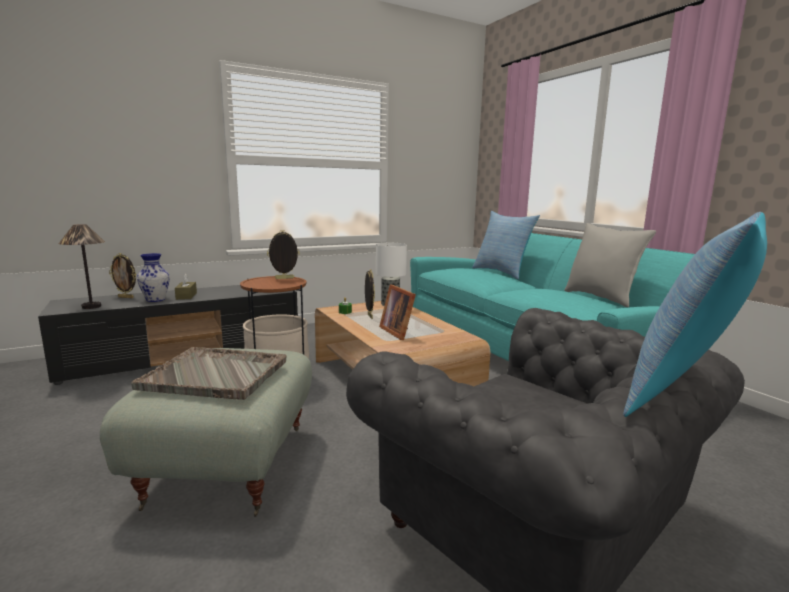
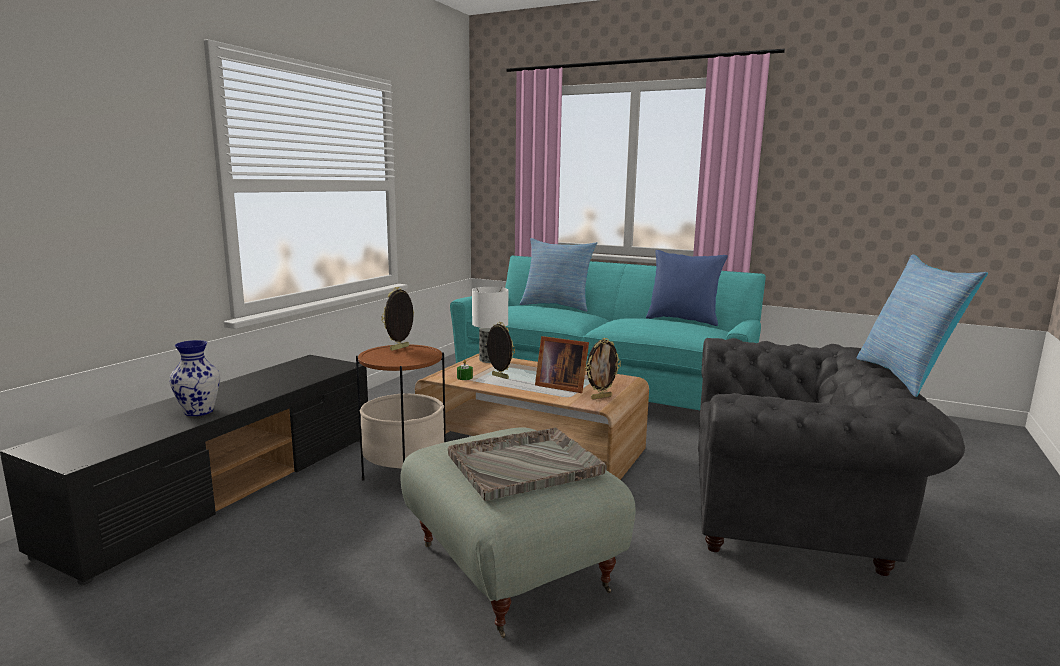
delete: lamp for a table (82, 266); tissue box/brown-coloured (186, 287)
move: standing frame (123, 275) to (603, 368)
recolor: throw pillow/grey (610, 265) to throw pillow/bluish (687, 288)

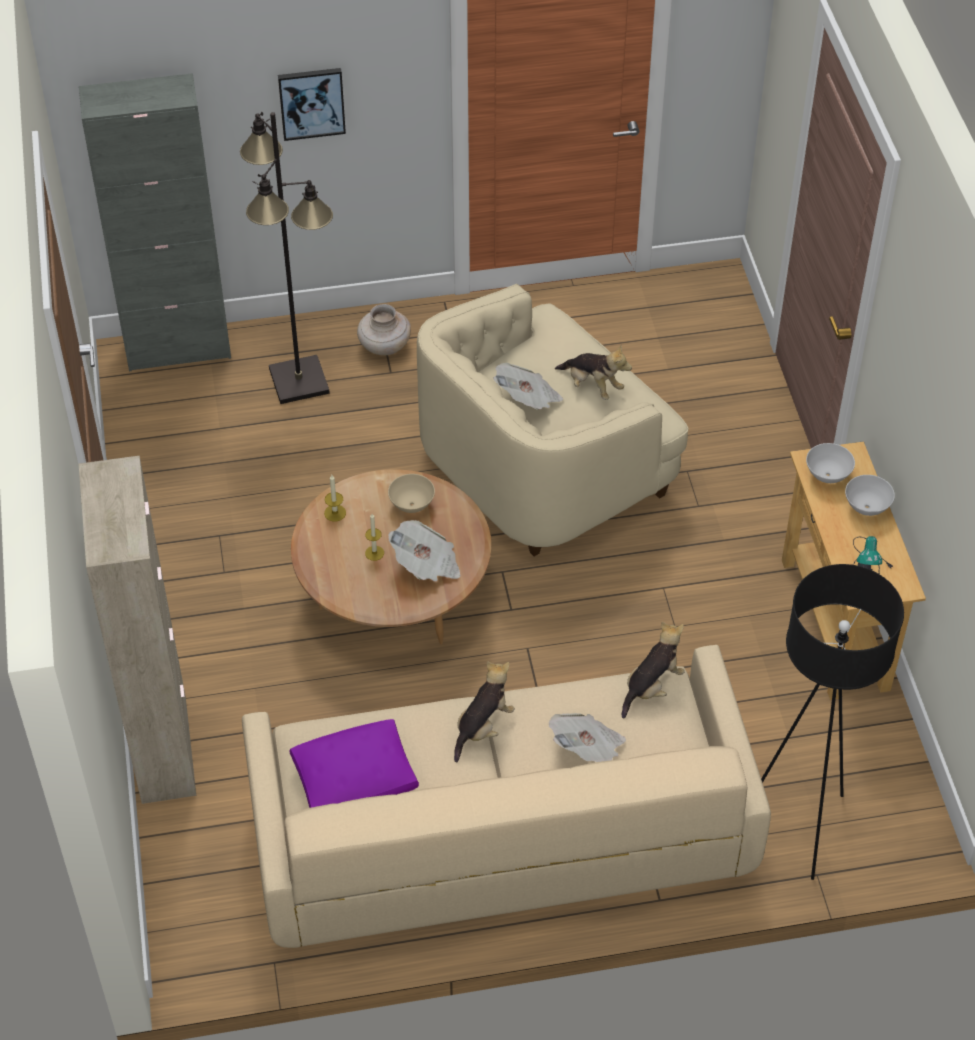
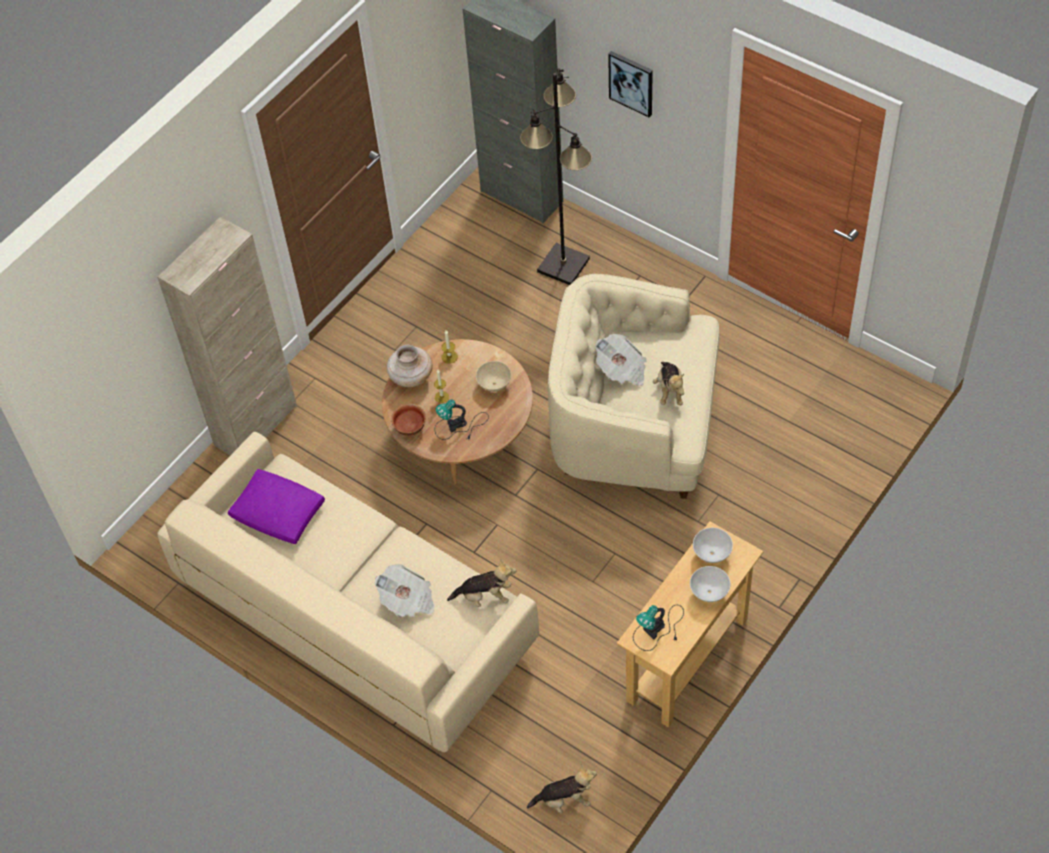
delete: standard lamp/blackish (832, 722)
insert: serving bowl (408, 420)
move: vase/sand-coloured (384, 329) to (410, 366); plush toy (484, 711) to (562, 788)
replace: newspaper (424, 551) to lamp for a table (462, 419)

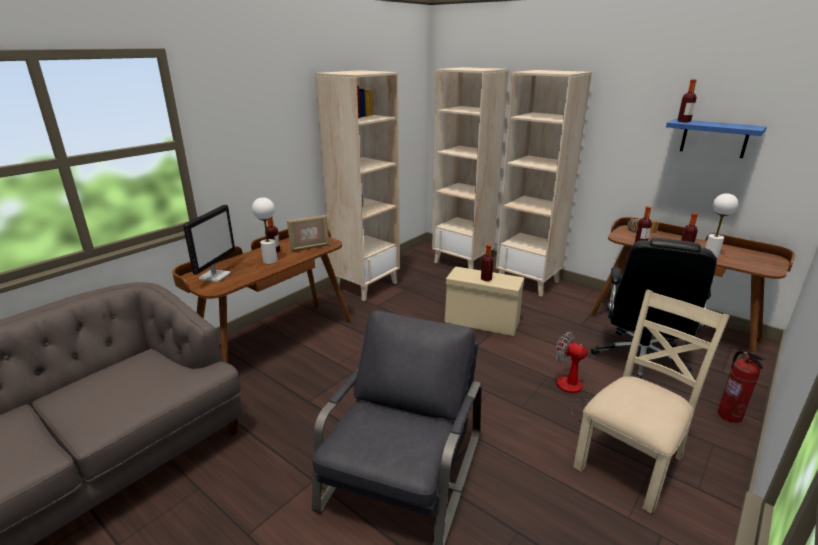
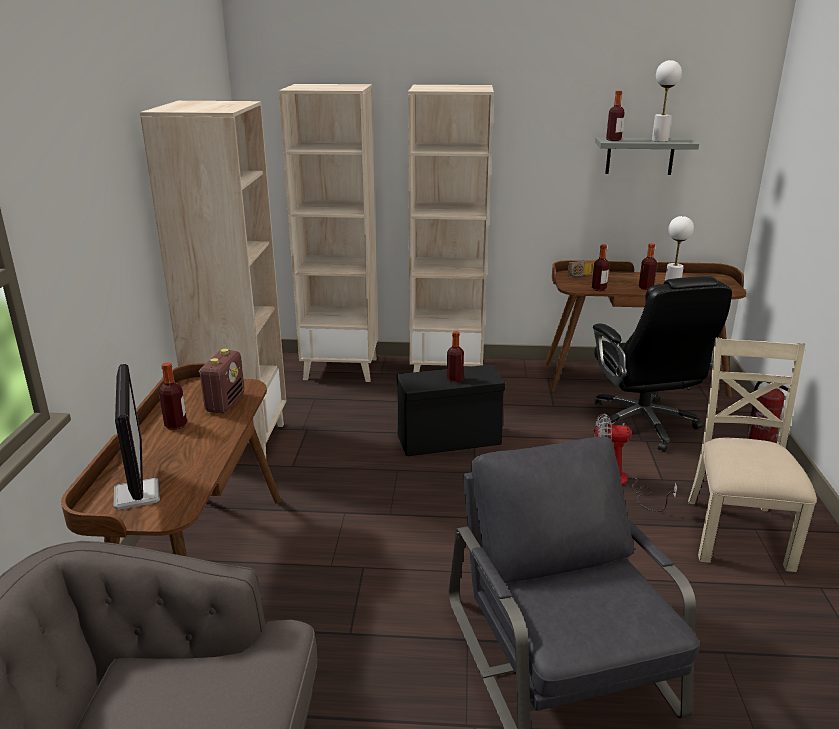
move: lamp for a table/white-coloured (264, 230) to (667, 101)
replace: standing frame (308, 233) to radio receiver (222, 381)
recolor: bracket shelf/bluish (716, 138) to bracket shelf/grey (647, 156); storage box/sand-coloured (484, 301) to storage box/blackish (451, 410)

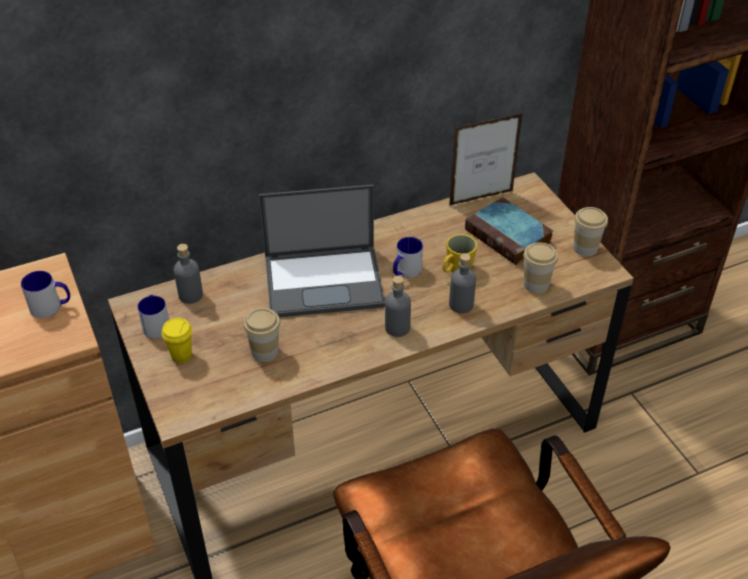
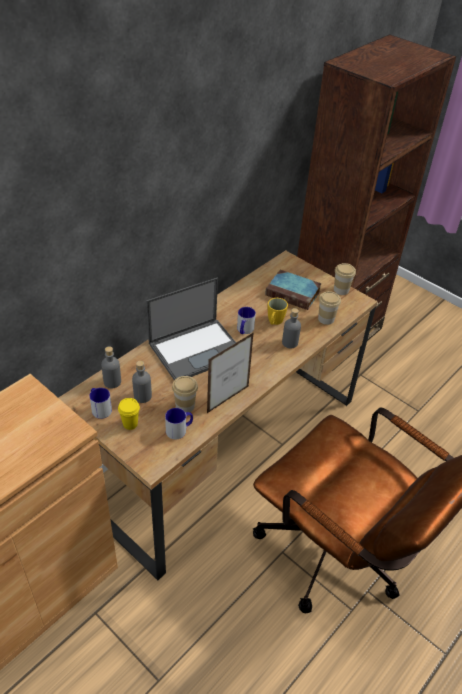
move: standing frame (486, 159) to (230, 372); tea mug (45, 294) to (179, 424); beverage bottle/grey (398, 306) to (142, 382)

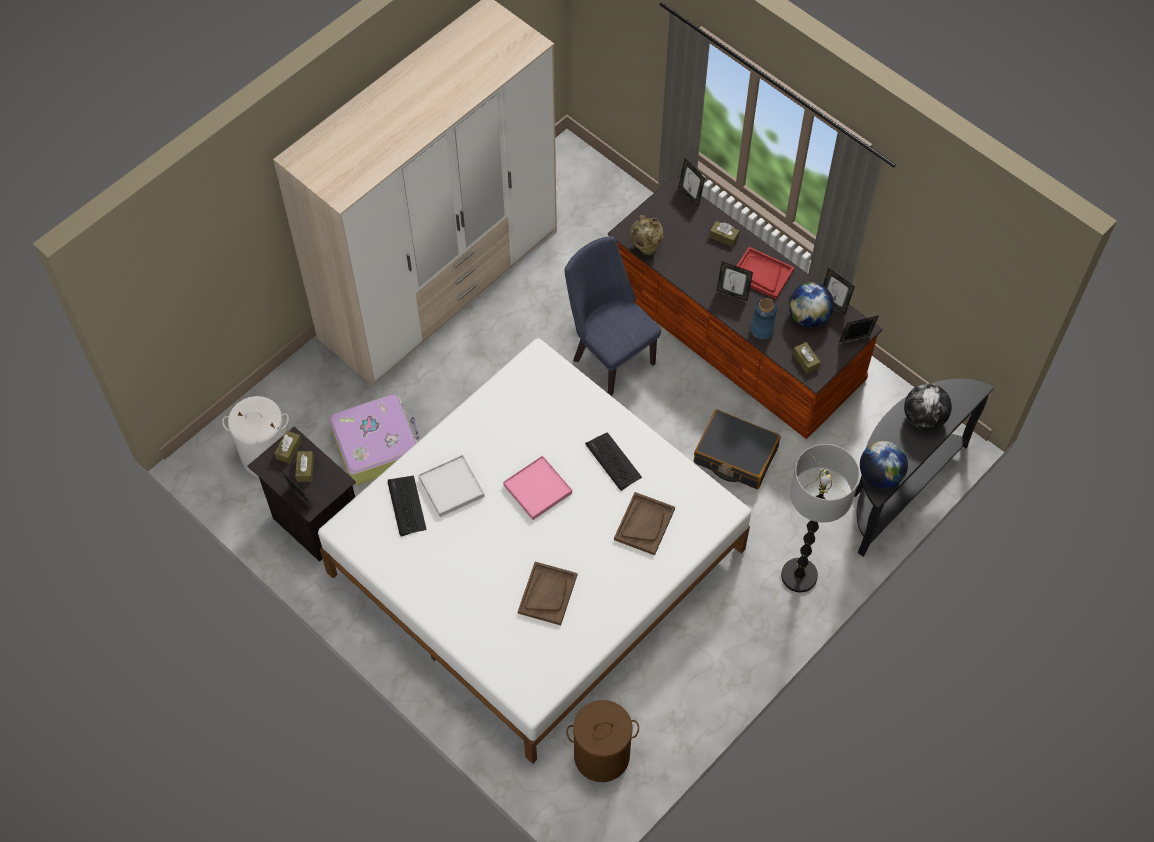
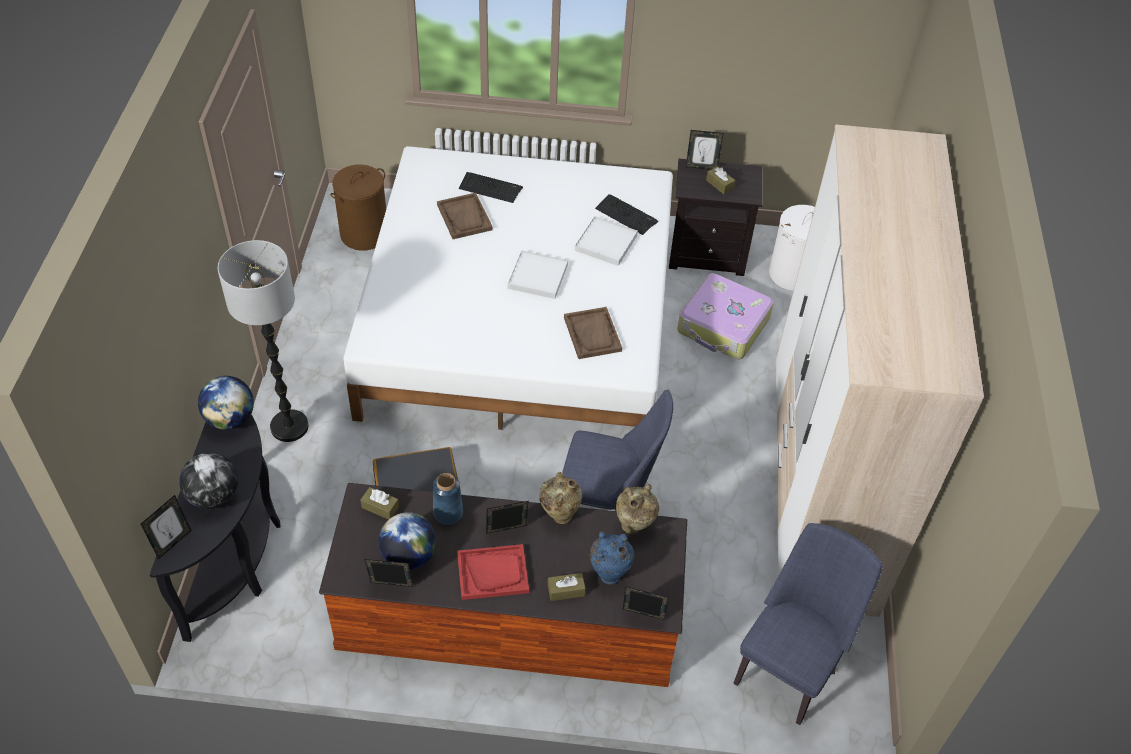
delete: tissue box/brown-coloured (288, 447)
insert: vase/sand-coloured (560, 498); plain chair/bluish (808, 624); vase/bluish (612, 558)
move: standing frame (859, 329) to (166, 527); PC keyboard (613, 461) to (491, 187); carrying tray/brown-coloured (644, 523) to (593, 333)
recolor: carrying tray/pink-coloured (537, 487) to carrying tray/white-coloured (538, 274)

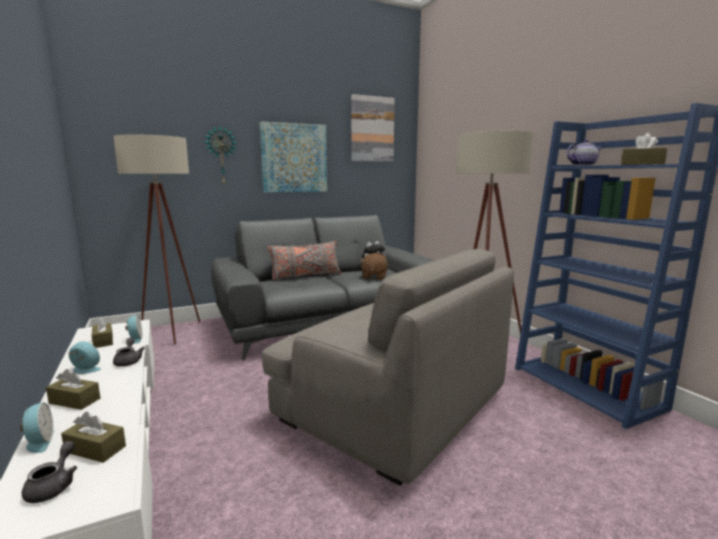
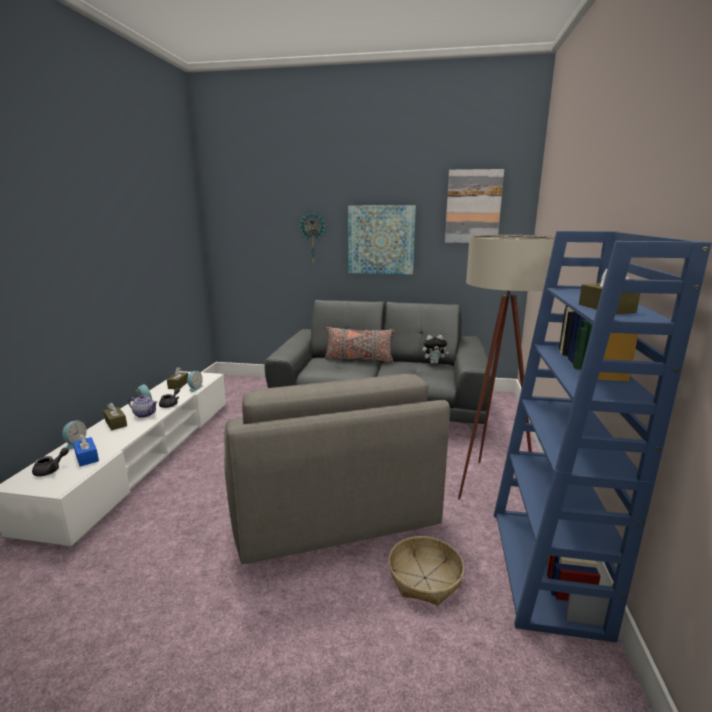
delete: standard lamp/sand-coloured (156, 239); plush toy/brown-coloured (374, 266)
insert: storage basket (426, 571)
move: tea pot (584, 153) to (143, 406)
recolor: tissue box/brown-coloured (93, 437) to tissue box/bluish (86, 450)

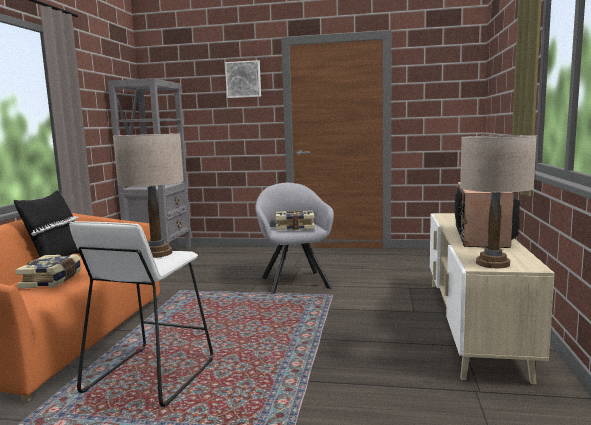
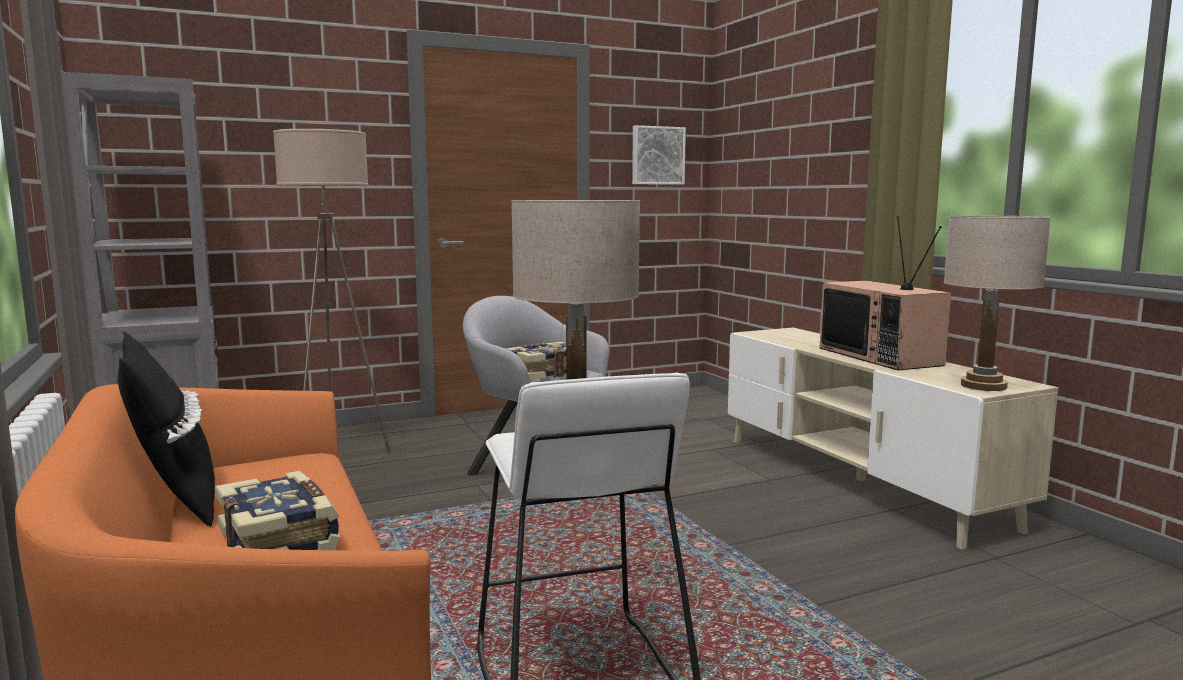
insert: standard lamp/sand-coloured (331, 291)
move: picture (243, 79) to (659, 155)

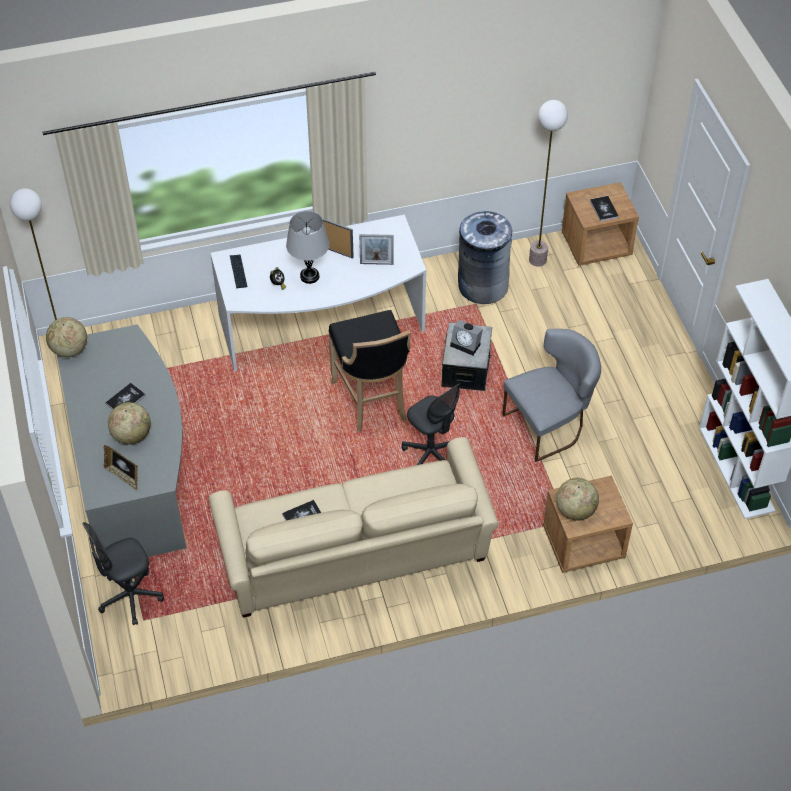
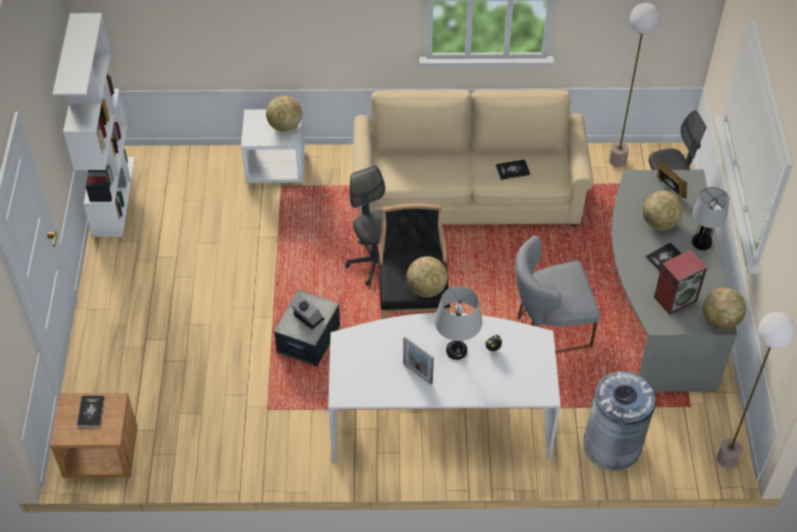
delete: standing frame (376, 249); PC keyboard (238, 271)
insert: lamp for a table (711, 218); audio speaker (680, 282); desk globe (427, 276)
move: standard lamp (548, 183) to (634, 85); rubbish bin/grey (485, 257) to (620, 421); plain chair/grey (551, 395) to (557, 294)
recolor: night table/brown-coloured (588, 524) to night table/white-coloured (273, 146)

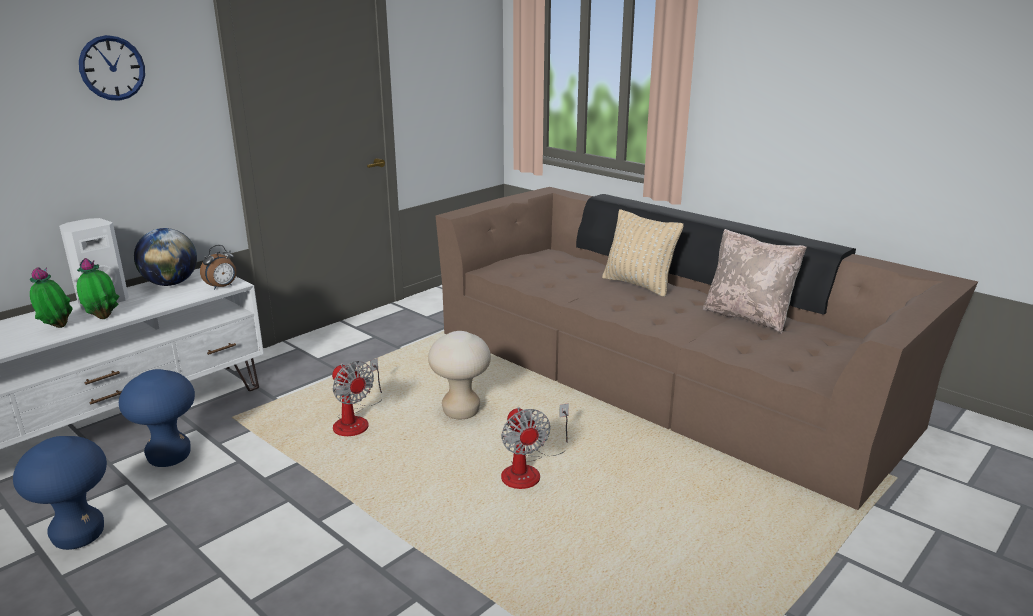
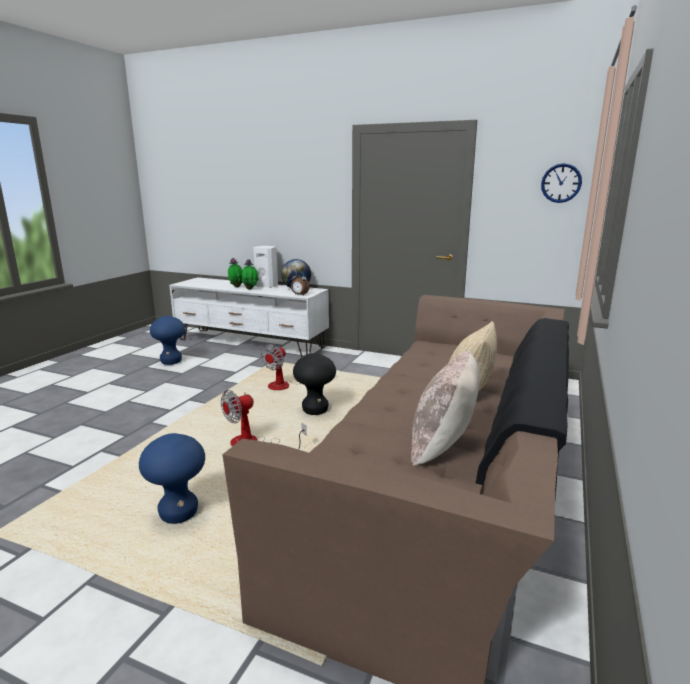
move: wall clock (112, 68) to (561, 183); sitting stool/bluish (157, 418) to (172, 478)
recolor: sitting stool/sand-coloured (459, 375) to sitting stool/blackish (314, 384)

